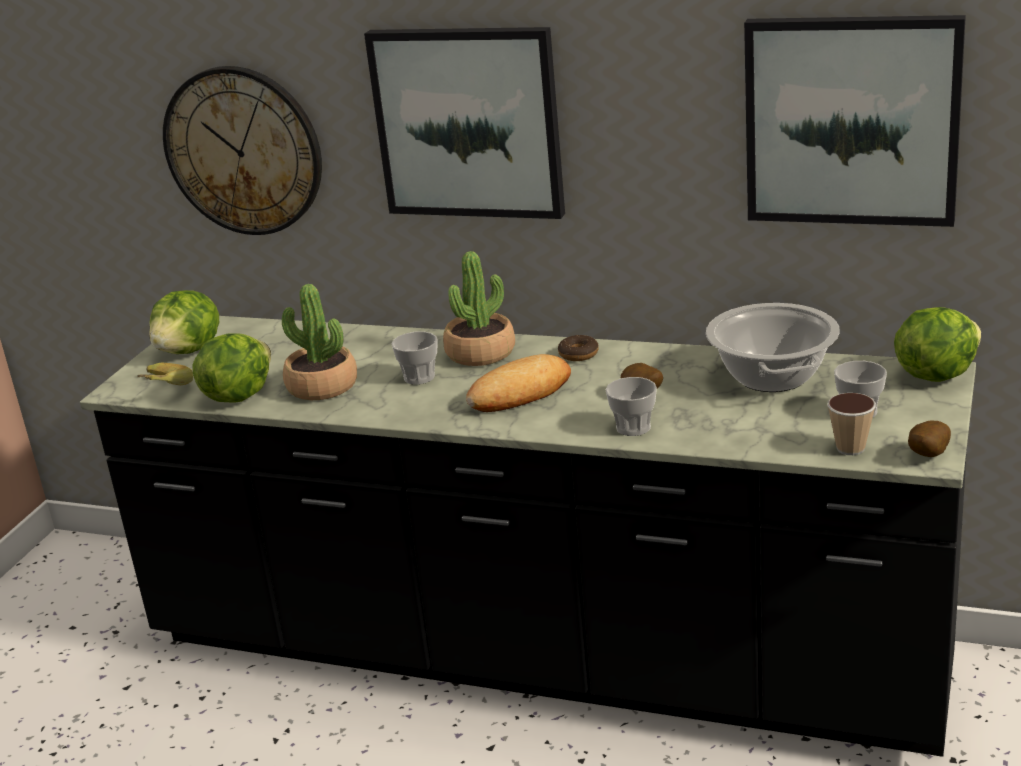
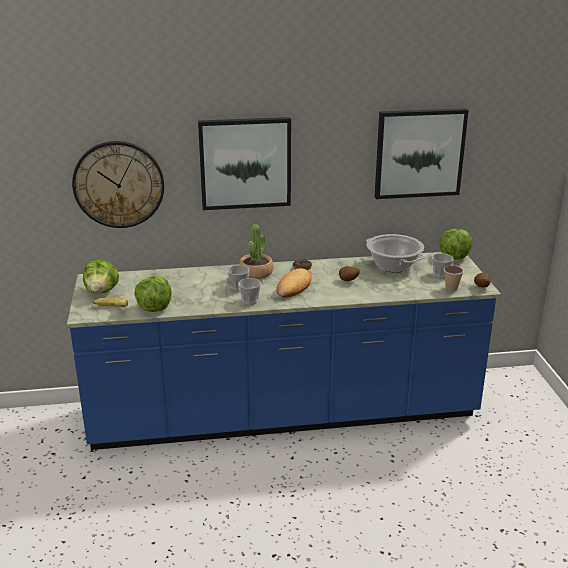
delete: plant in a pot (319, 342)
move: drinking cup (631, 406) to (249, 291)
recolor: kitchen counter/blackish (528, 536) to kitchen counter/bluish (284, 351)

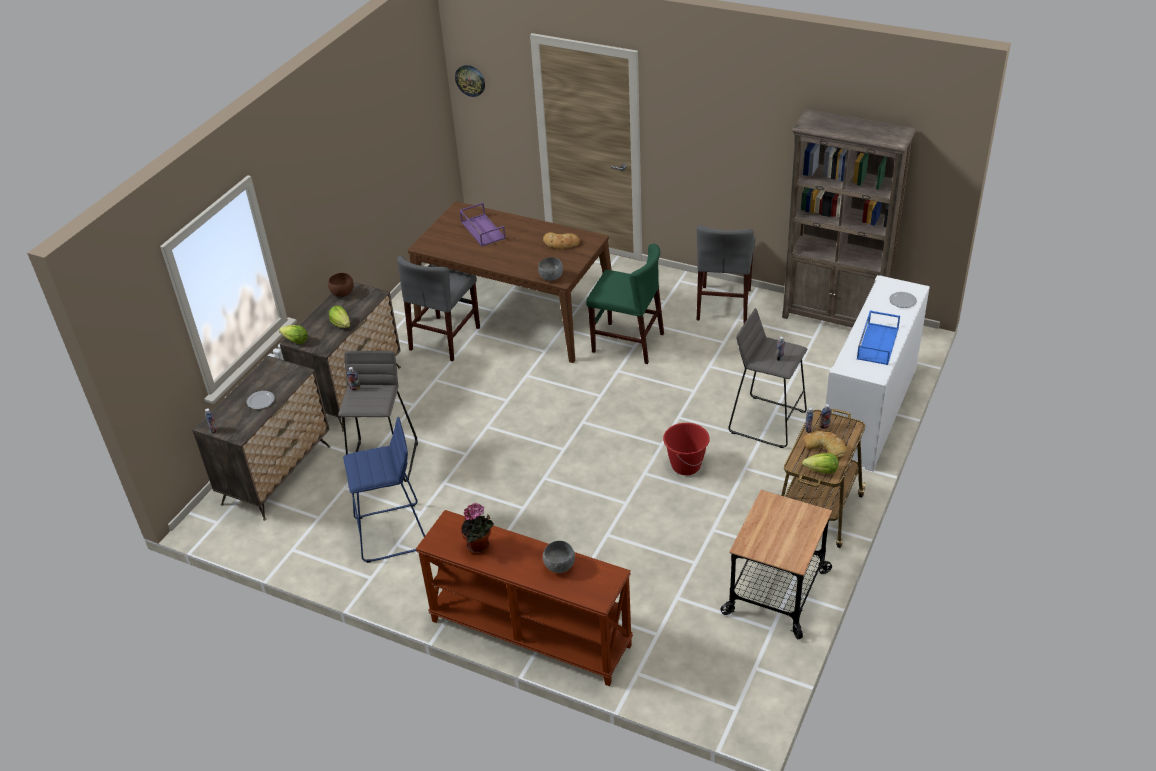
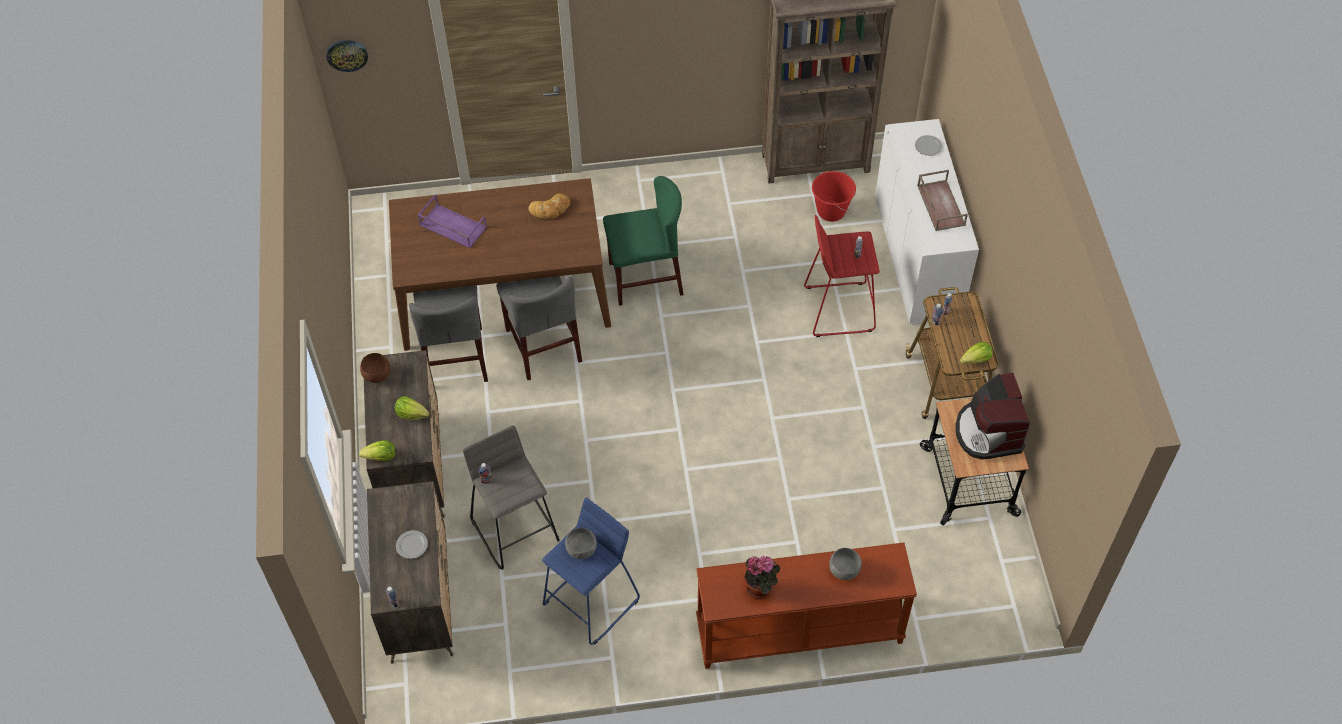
delete: baked bread (825, 444)
insert: coffee brewer (993, 416)
move: plain chair/grey (726, 274) to (539, 328); serving bowl/grey (550, 269) to (581, 543); bucket/reddish (686, 449) to (834, 196)
recolor: sitting stool/grey (768, 378) to sitting stool/reddish (842, 276); carrying tray/bluish (878, 337) to carrying tray/brown-coloured (942, 200)

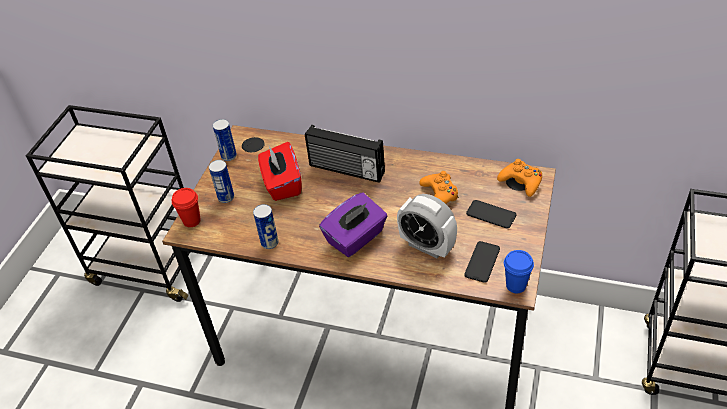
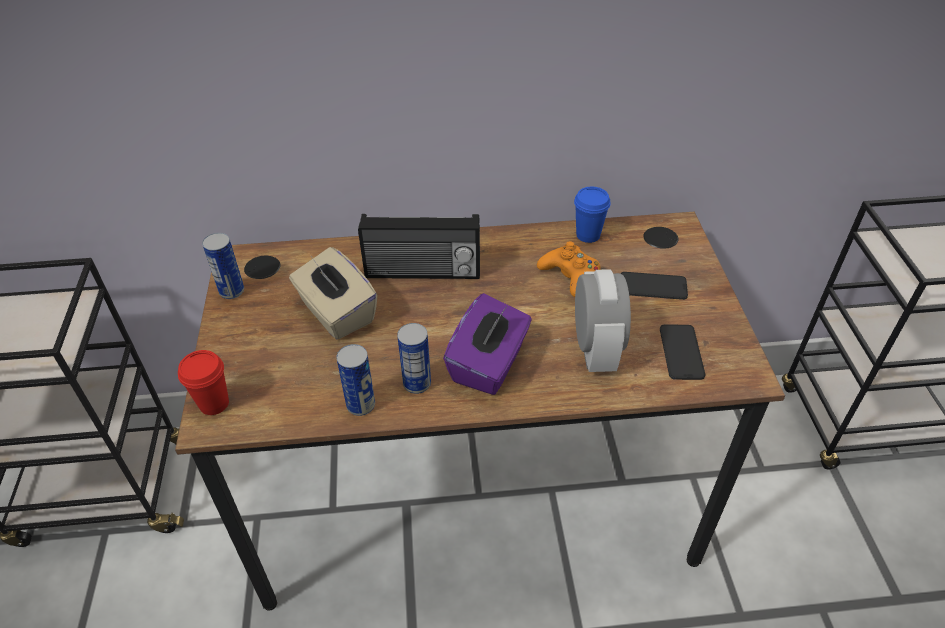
delete: gamepad/orange-coloured (519, 178)
move: metal can (221, 181) to (414, 358); drinking cup/bluish (519, 271) to (592, 215)
recolor: tissue box/reddish (280, 171) to tissue box/sand-coloured (333, 293)
rotate: alarm clock (427, 226) = (603, 320) 105 degrees counterclockwise

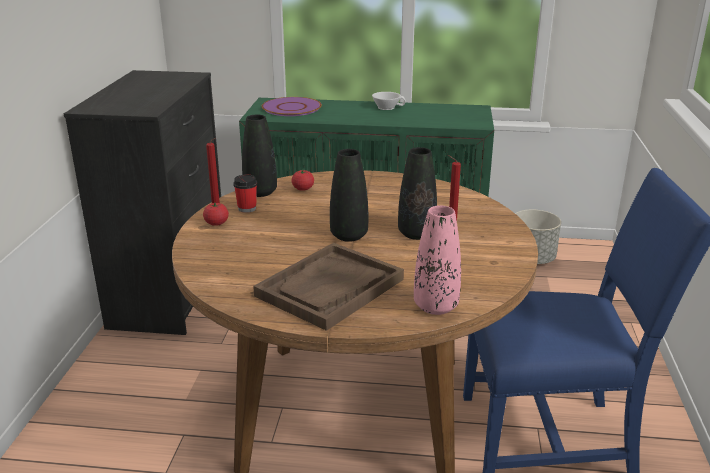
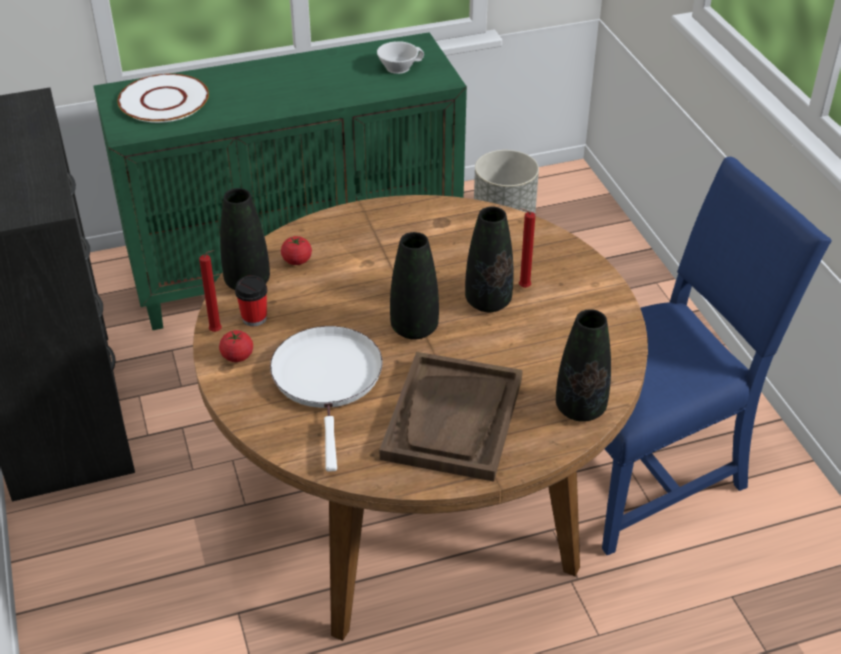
insert: pan/white-coloured (326, 399)
move: drinking cup/white-coloured (389, 101) to (400, 57)
recolor: plate/purple-coloured (292, 106) to plate/white-coloured (163, 98); vase/pink-coloured (437, 260) to vase/blackish (583, 365)

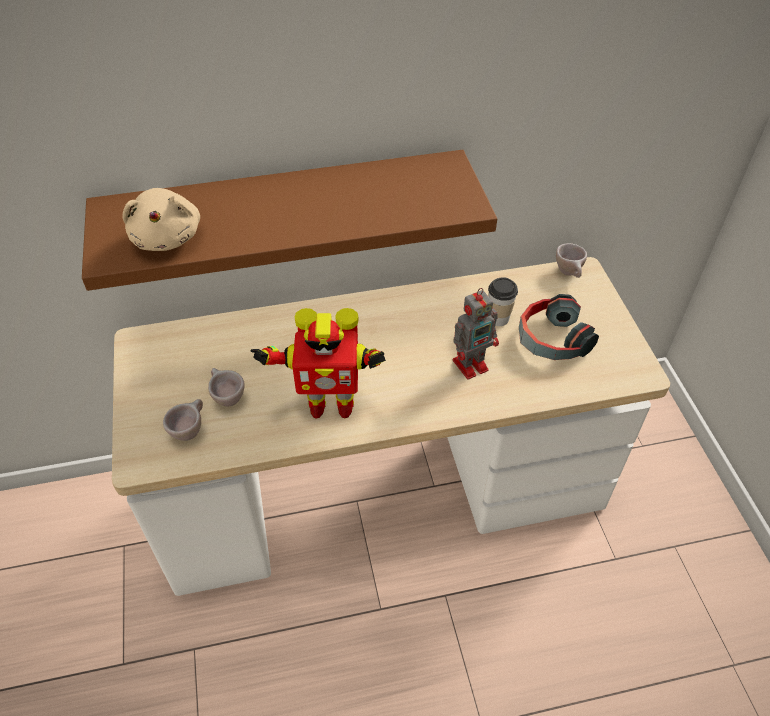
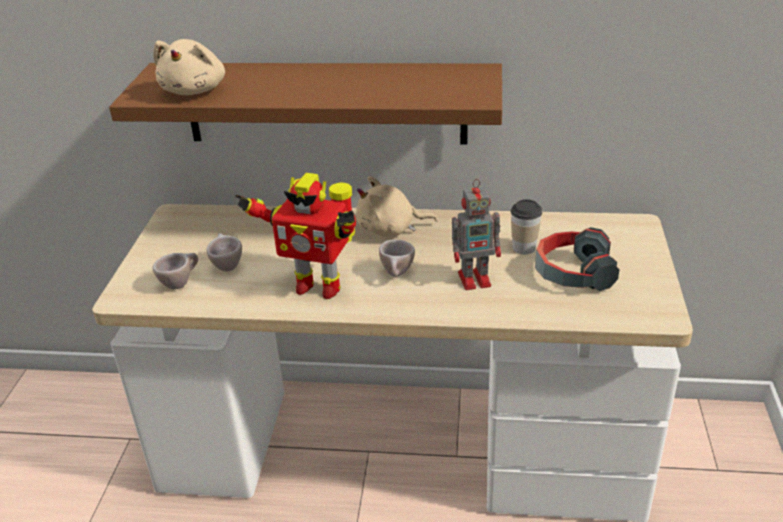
insert: plush toy/sand-coloured (397, 206)
move: drinking cup/sand-coloured (571, 260) to (397, 258)

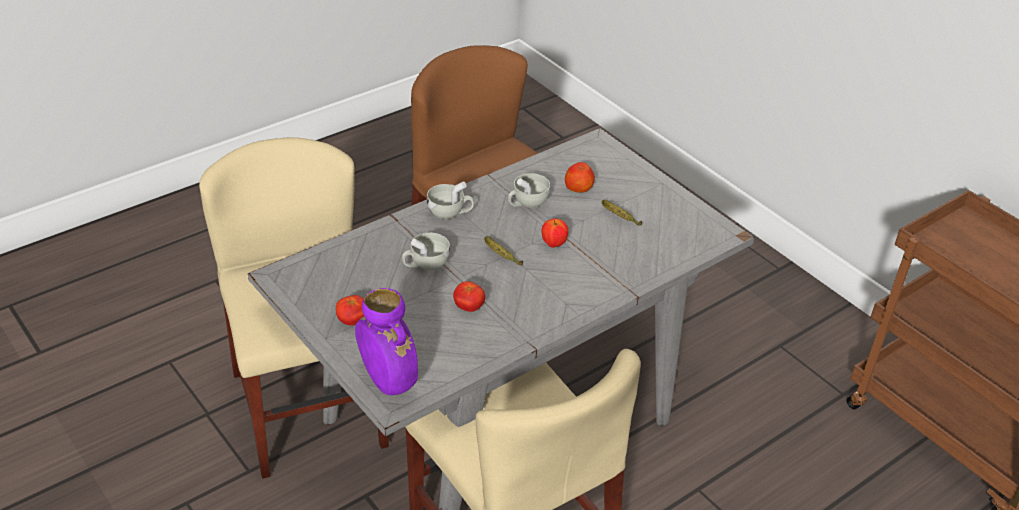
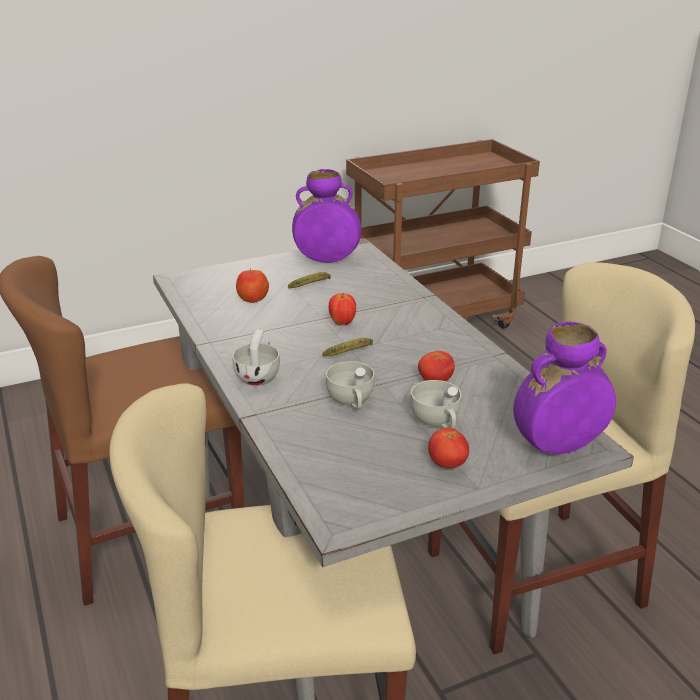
insert: vase/purple-coloured (326, 216)
move: drinking cup/white-coloured (529, 190) to (435, 404)

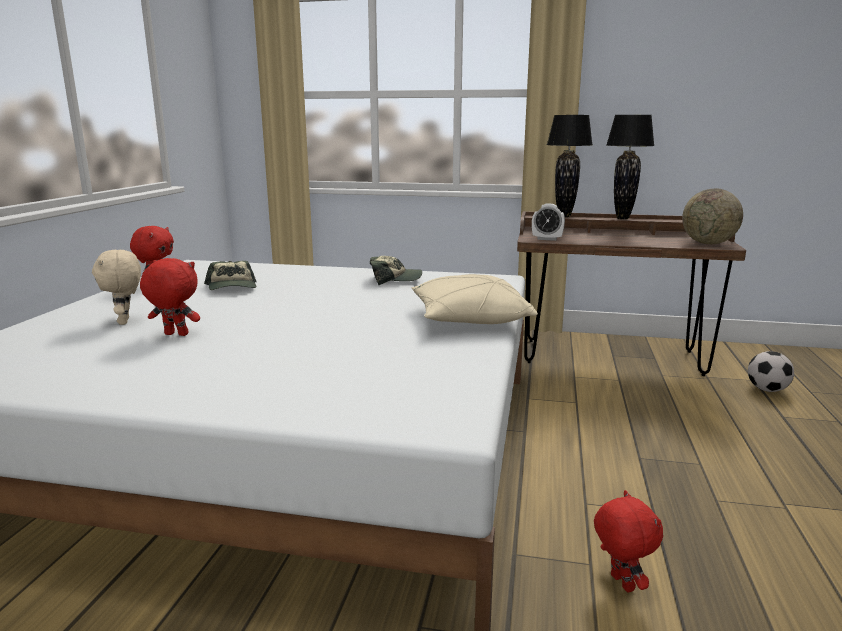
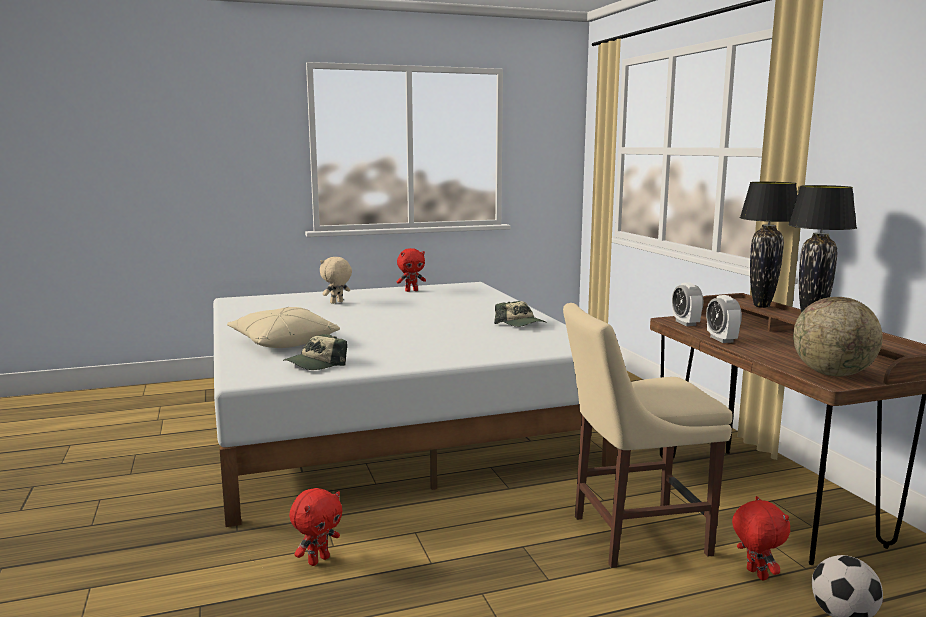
insert: alarm clock (724, 319); plain chair/sand-coloured (648, 435)
move: plush toy/reddish (170, 297) to (761, 538); peaked cap (230, 275) to (315, 352); throw pillow/sand-coloured (475, 299) to (283, 327)

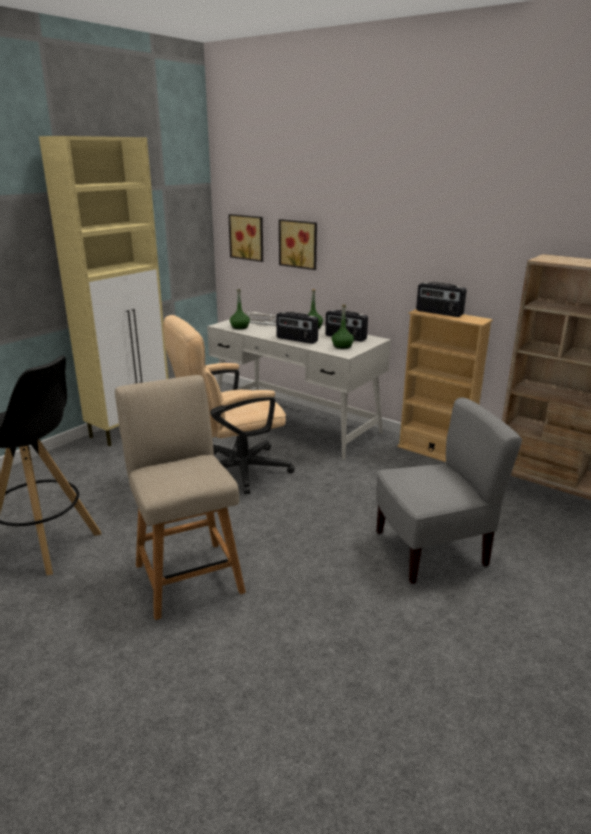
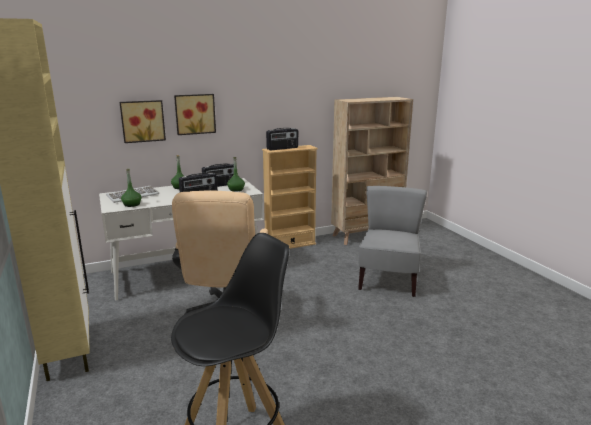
delete: plain chair/sand-coloured (180, 497)
move: picture (245, 238) to (195, 114)

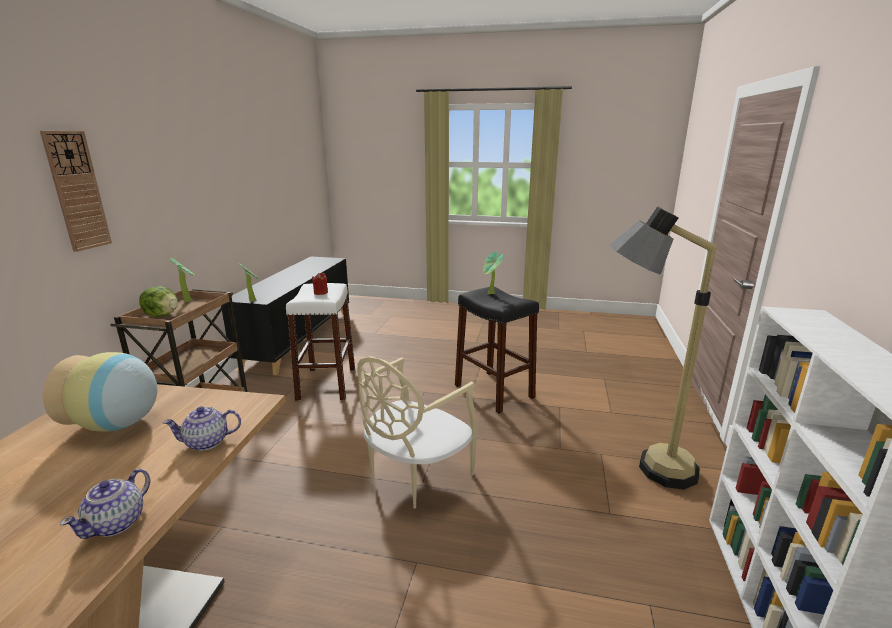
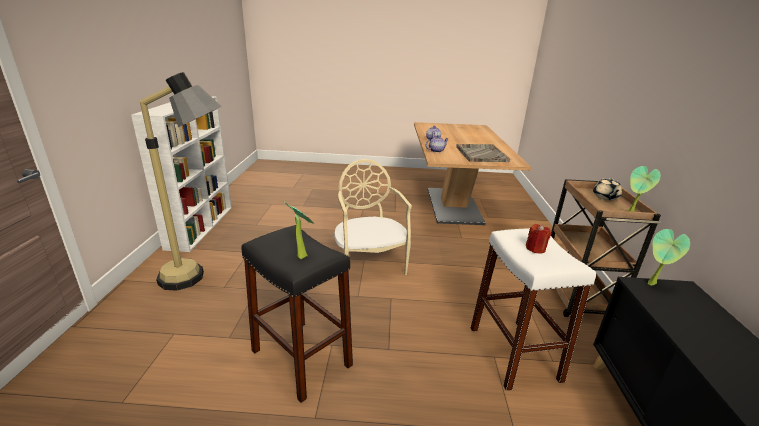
delete: wall clock (76, 191)
replace: lettuce head (158, 301) to tea pot/sand-coloured (607, 189); vase (100, 392) to carrying tray/grey (483, 153)
rotate: plain chair/sand-coloured (417, 432) = (373, 217) 45 degrees counterclockwise

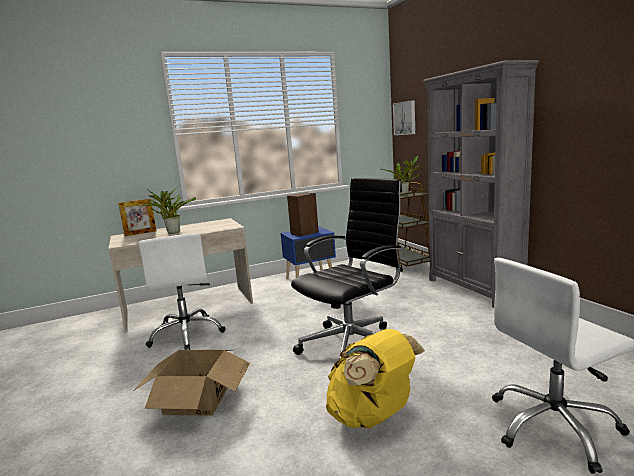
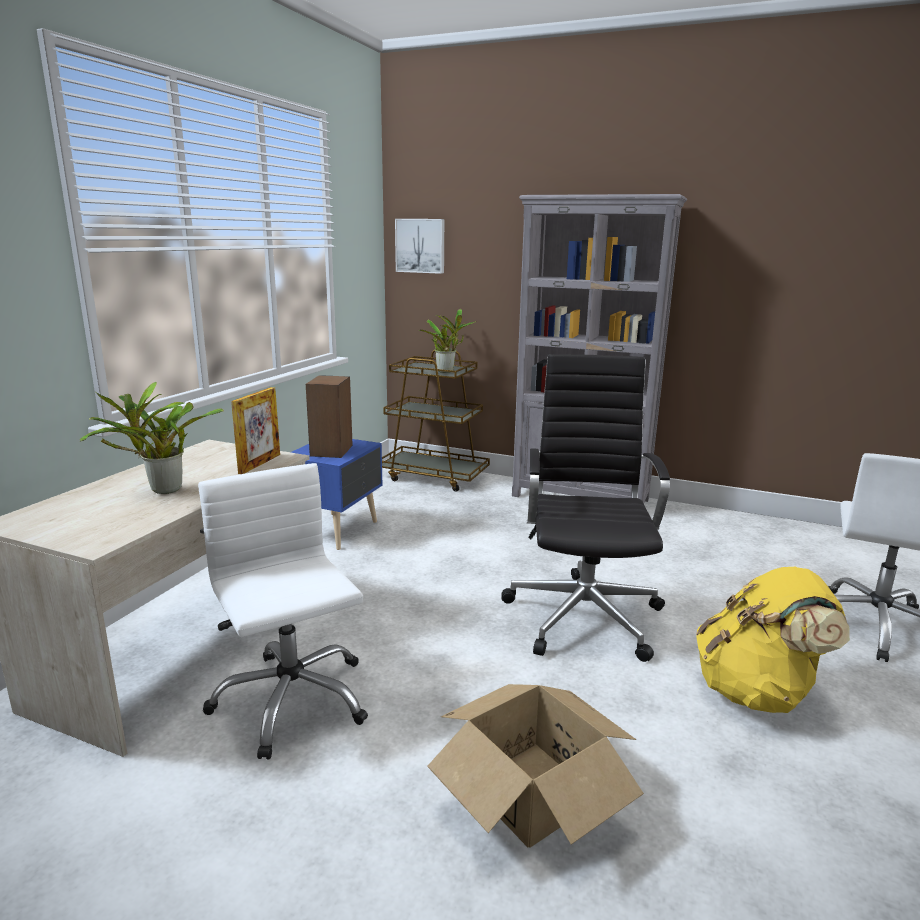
move: standing frame (137, 217) to (255, 430)
rotate: office chair/white-coloured (182, 291) = (283, 611) 150 degrees counterclockwise

